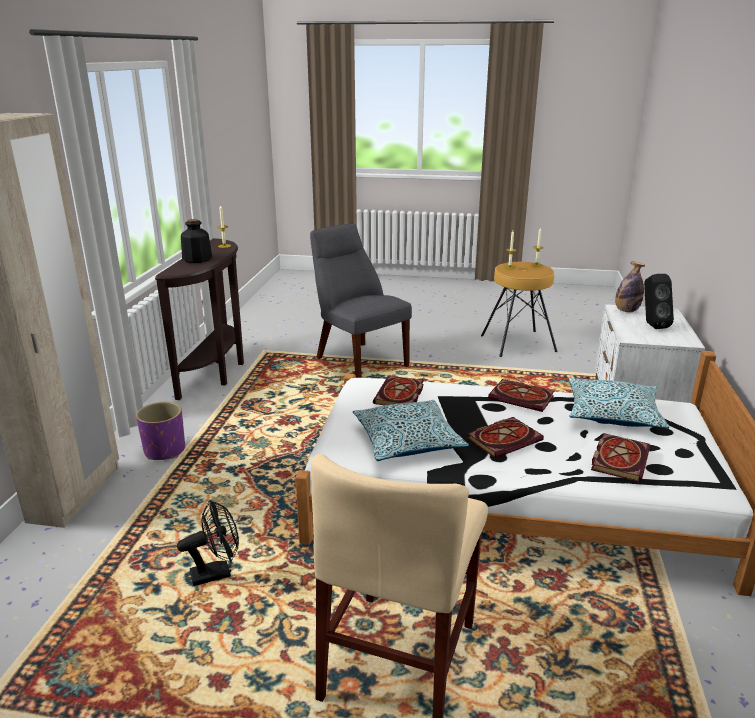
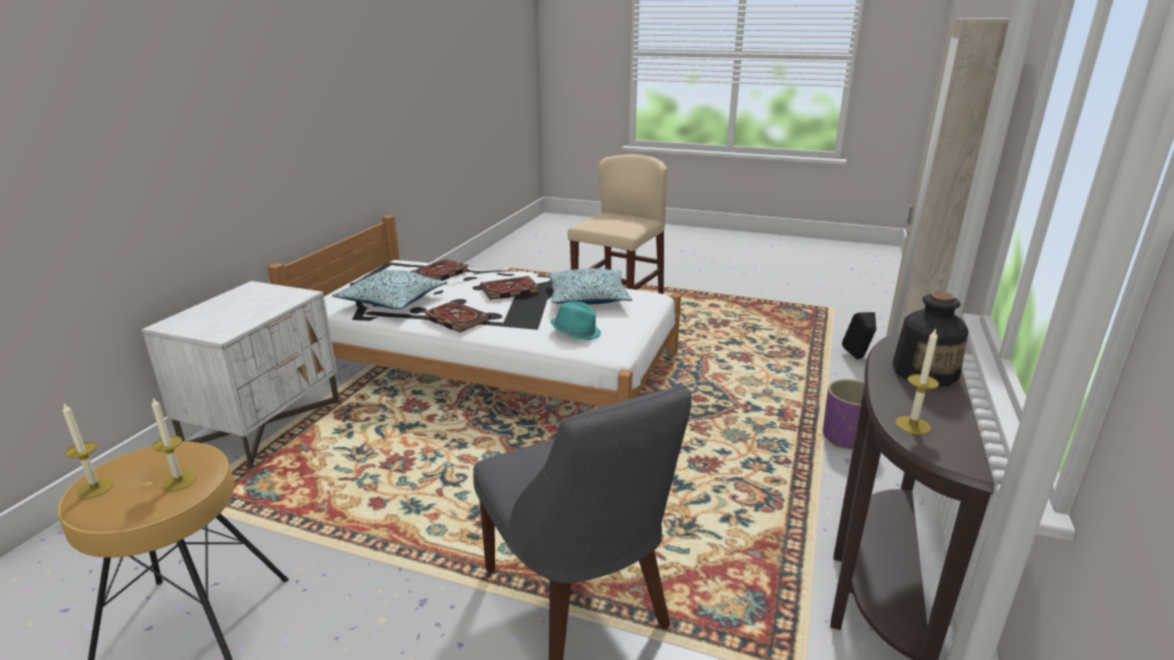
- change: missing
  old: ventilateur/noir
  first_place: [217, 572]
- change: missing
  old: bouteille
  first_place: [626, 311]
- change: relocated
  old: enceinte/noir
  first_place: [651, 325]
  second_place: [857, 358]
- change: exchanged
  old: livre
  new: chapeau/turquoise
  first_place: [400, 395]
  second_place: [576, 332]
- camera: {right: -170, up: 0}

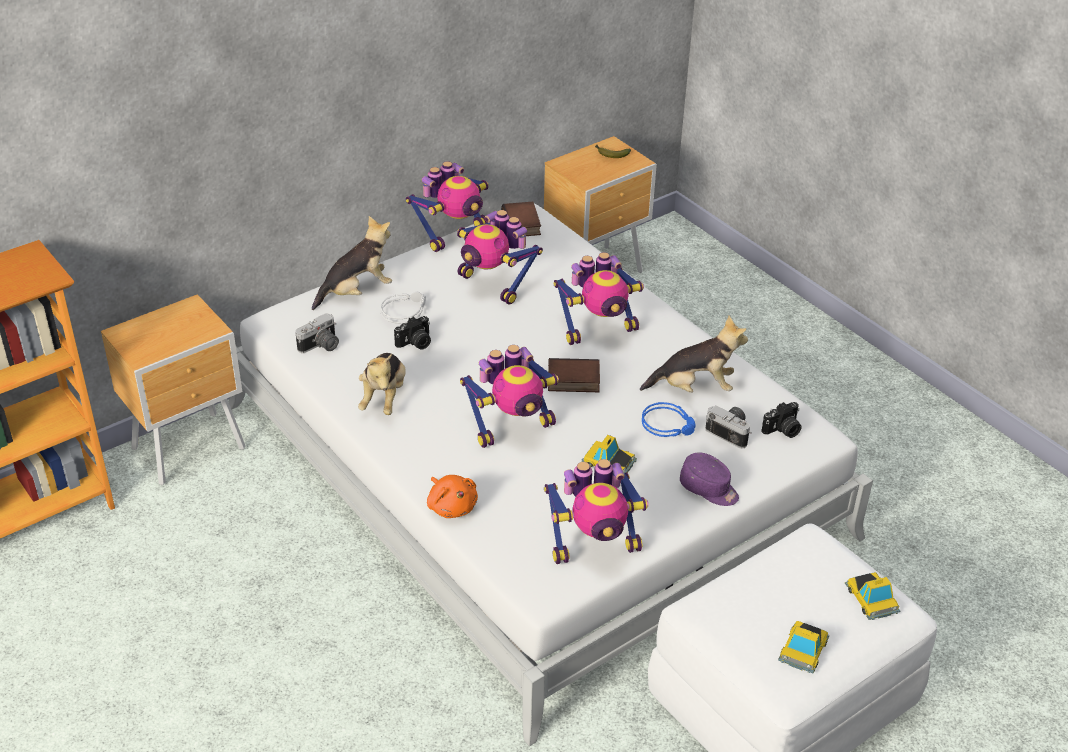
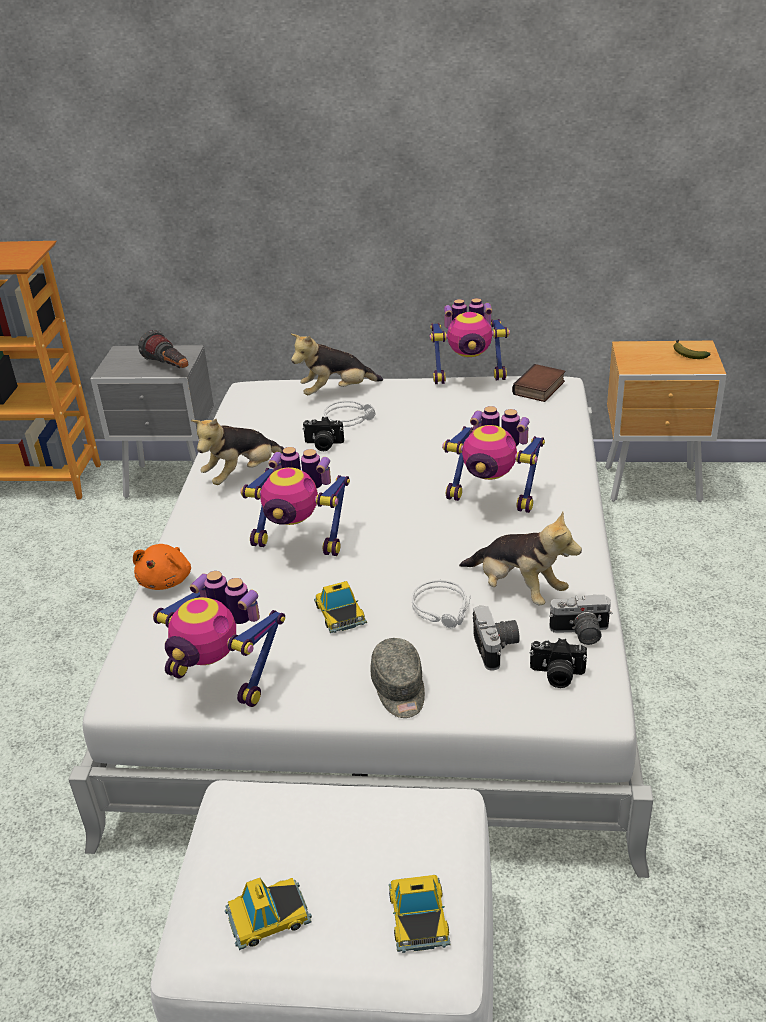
- change: missing
  old: robot jouet
  first_place: [494, 284]
- change: missing
  old: livre
  first_place: [572, 381]
- change: appeared
  new: lampe de poche
  second_place: [169, 368]
- change: relocated
  old: appareil photo
  first_place: [321, 346]
  second_place: [580, 633]
- change: colour
  old: table de chevet/marron
  new: table de chevet/gris
  first_place: [191, 449]
  second_place: [174, 483]
- change: colour
  old: casque audio/bleu
  new: casque audio/gris
  first_place: [668, 424]
  second_place: [444, 609]
- change: colour
  old: casquette/violet
  new: casquette/gris
  first_place: [709, 489]
  second_place: [399, 689]
- change: spun
  old: peluche
  first_place: [357, 292]
  second_place: [336, 392]
  degrees: 150
- change: spun
  old: petite voiture
  first_place: [871, 598]
  second_place: [418, 915]
  degrees: 150
- camera: {right: 45, up: -5}

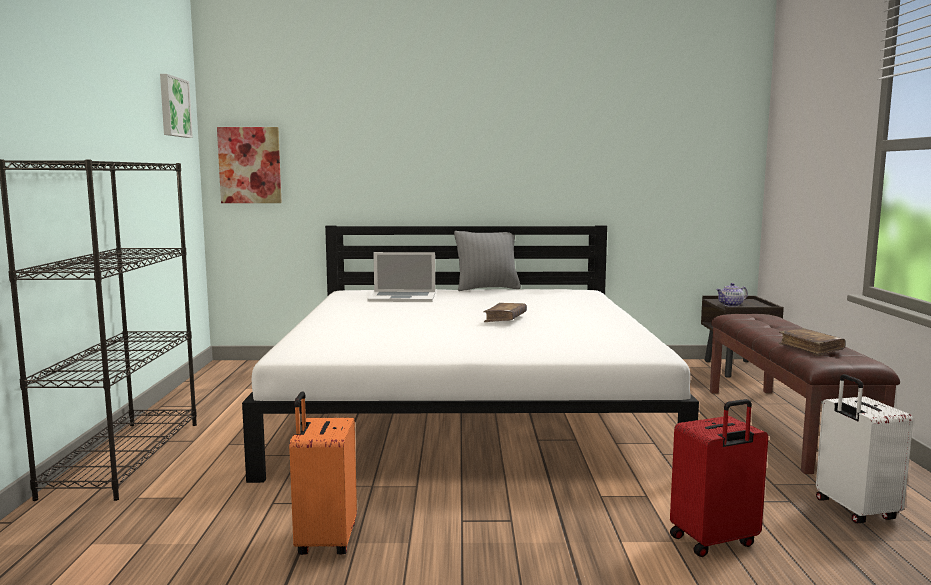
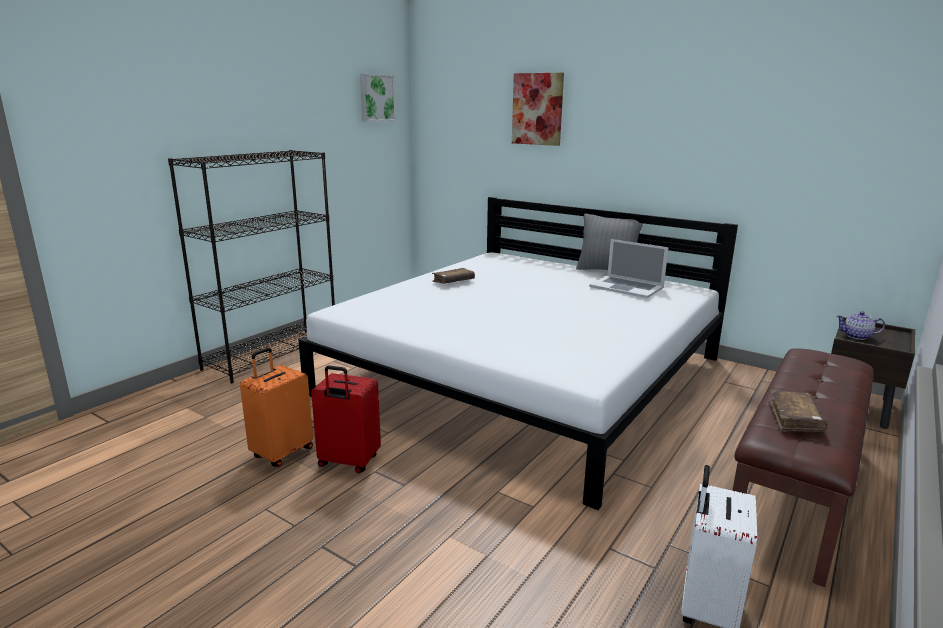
- change: relocated
  old: tableau
  first_place: [250, 165]
  second_place: [537, 109]
- change: relocated
  old: ordinateur portable
  first_place: [402, 297]
  second_place: [626, 287]
- change: relocated
  old: livre/marron
  first_place: [505, 319]
  second_place: [453, 281]
- change: relocated
  old: valise/rouge
  first_place: [714, 542]
  second_place: [348, 462]
- camera: {right: 35, up: 10}

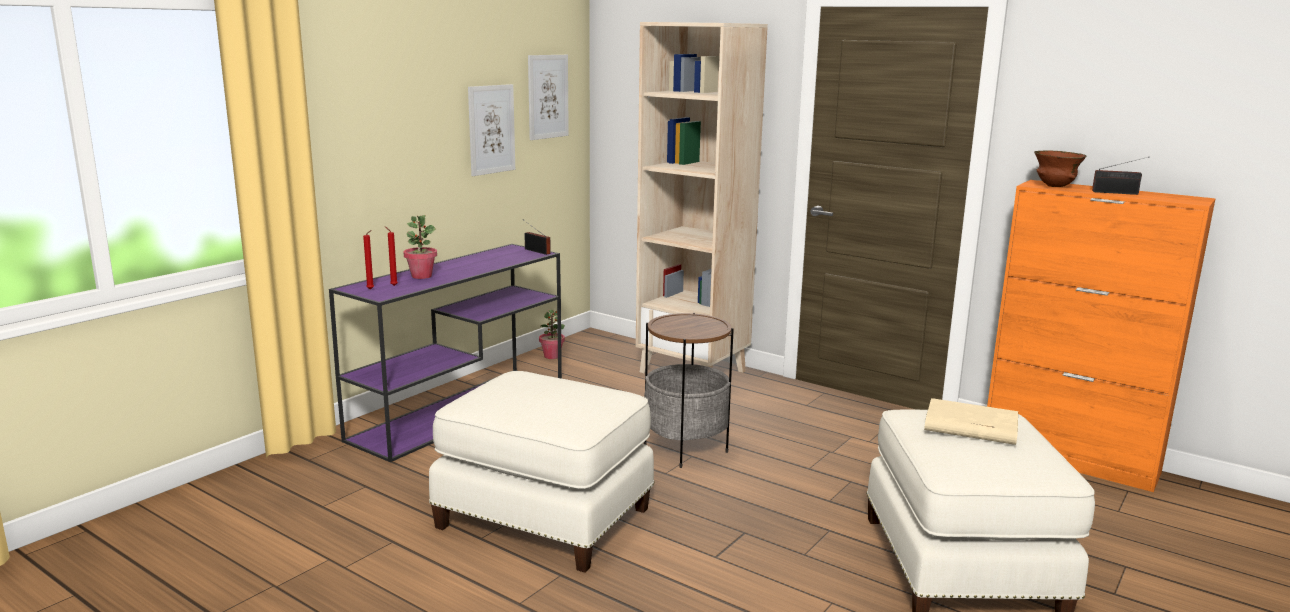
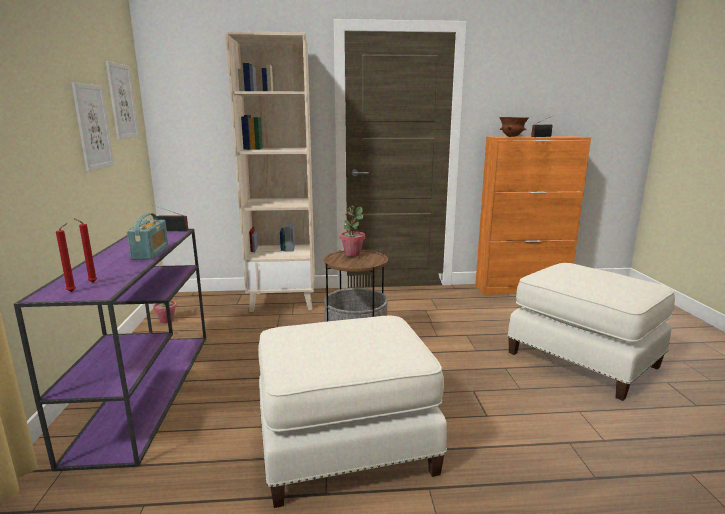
- change: missing
  old: livre/beige
  first_place: [969, 427]
- change: appeared
  new: radio
  second_place: [150, 252]
- change: relocated
  old: plante en pot
  first_place: [421, 276]
  second_place: [352, 254]
- camera: {right: -40, up: 0}

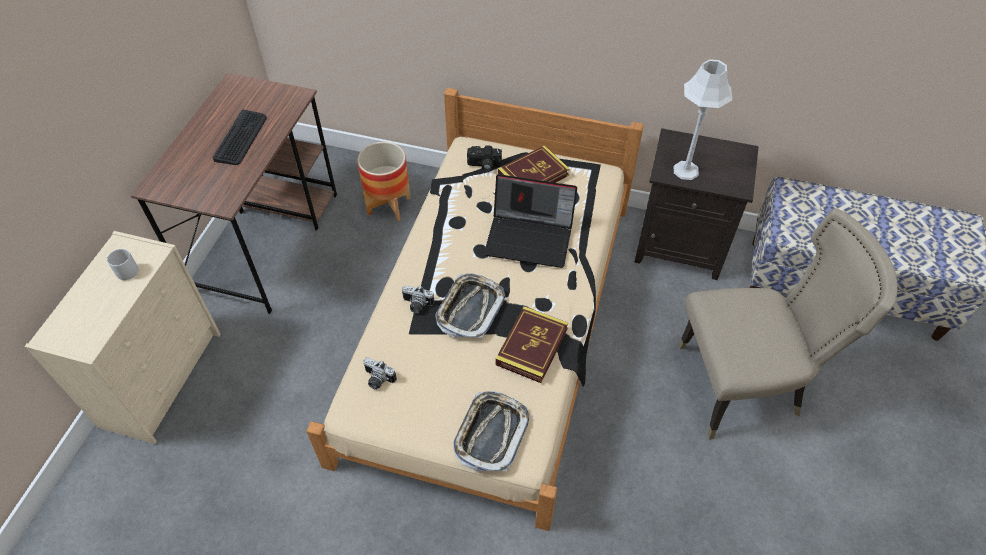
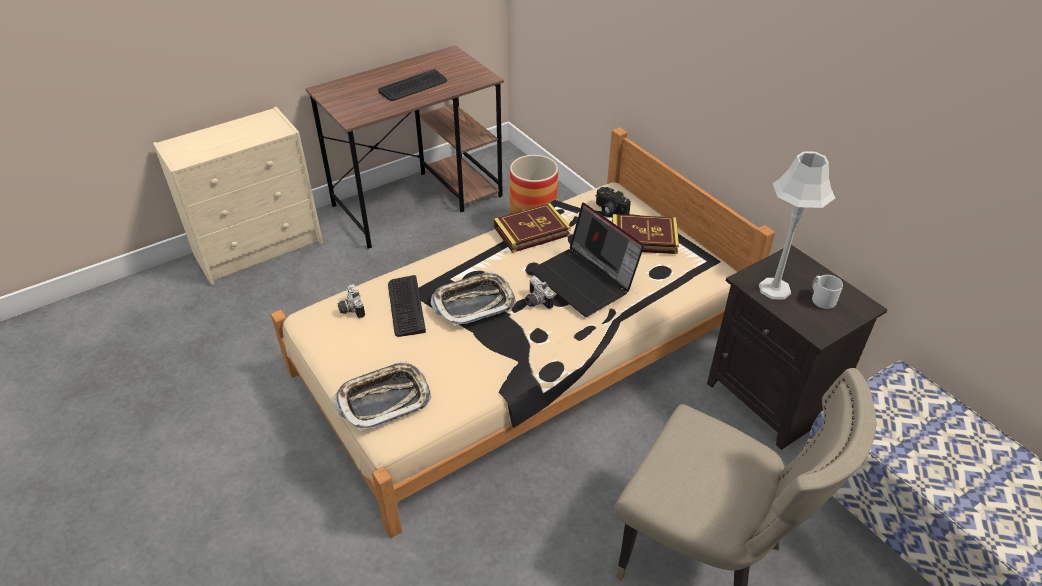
- change: appeared
  new: clavier
  second_place: [406, 306]
- change: relocated
  old: mug/gris
  first_place: [125, 271]
  second_place: [821, 299]
- change: relocated
  old: appareil photo
  first_place: [416, 305]
  second_place: [536, 301]
- change: relocated
  old: livre
  first_place: [532, 346]
  second_place: [531, 231]
- camera: {right: 40, up: -10}

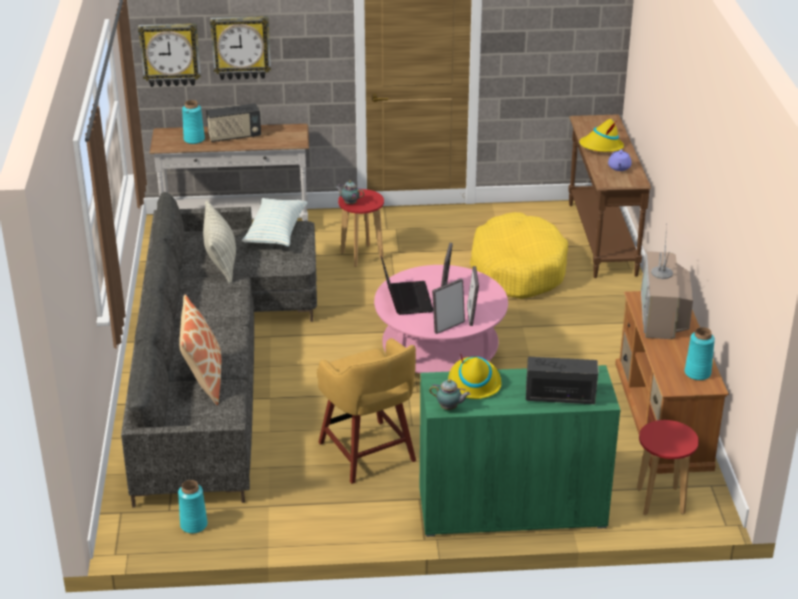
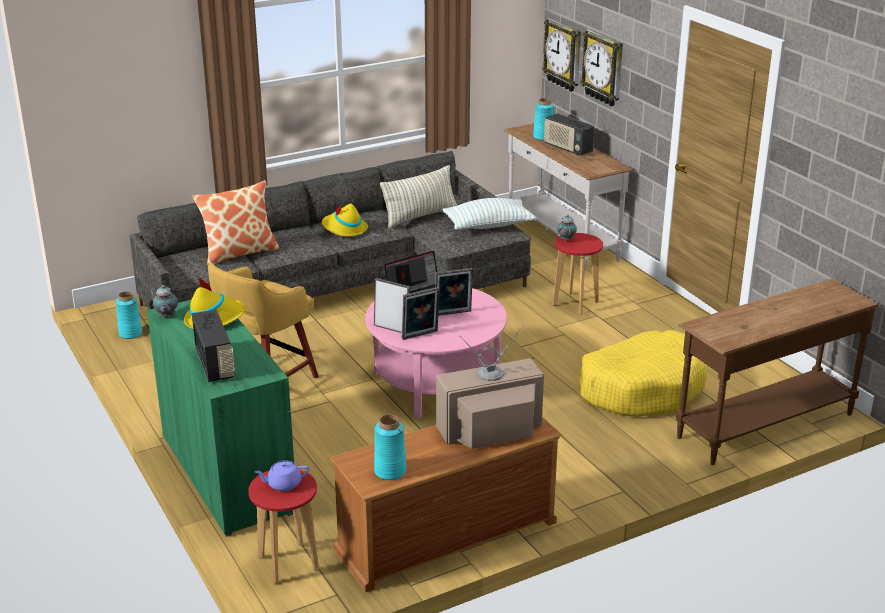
- change: relocated
  old: chapeau/jaune
  first_place: [601, 147]
  second_place: [344, 229]
- change: relocated
  old: théière/violet
  first_place: [619, 168]
  second_place: [283, 484]
- camera: {right: 65, up: -5}

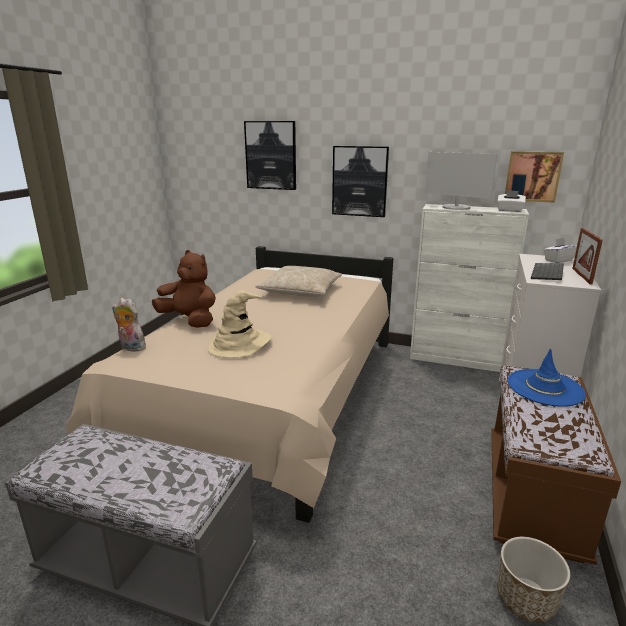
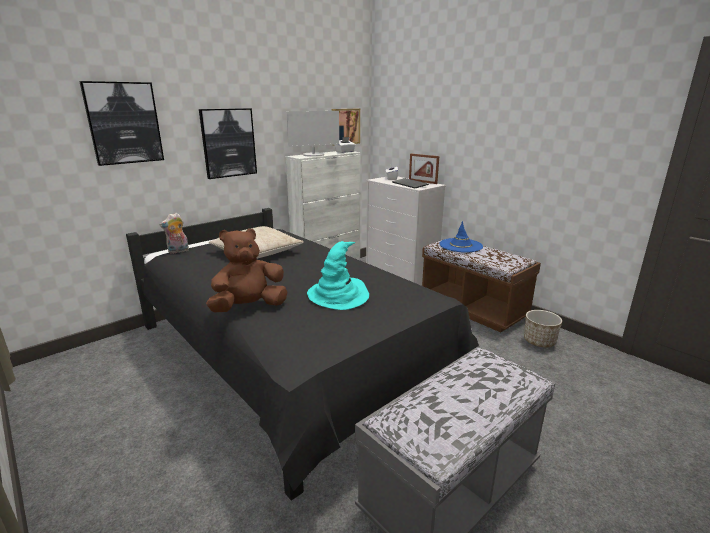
- change: relocated
  old: peluche
  first_place: [131, 348]
  second_place: [178, 251]
- change: colour
  old: lit/beige
  new: lit/noir
  first_place: [272, 400]
  second_place: [286, 360]
- change: colour
  old: chapeau/beige
  new: chapeau/turquoise
  first_place: [239, 344]
  second_place: [338, 295]
- camera: {right: -60, up: 0}

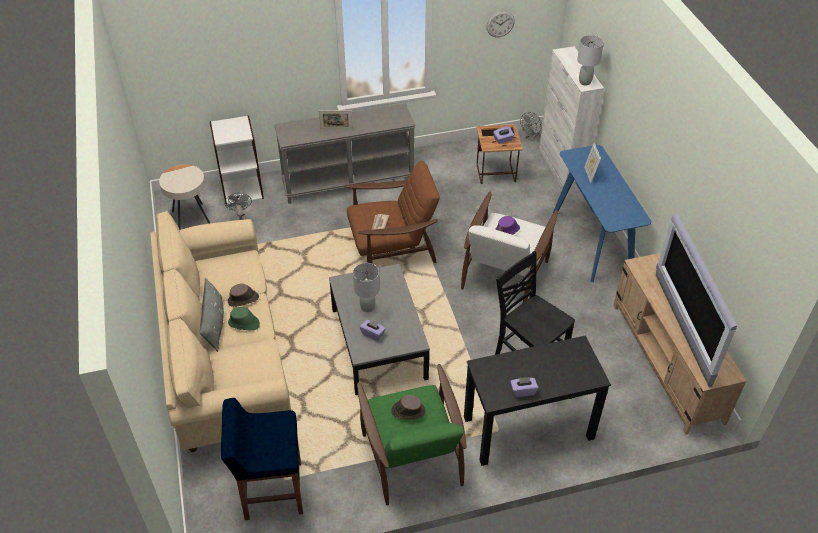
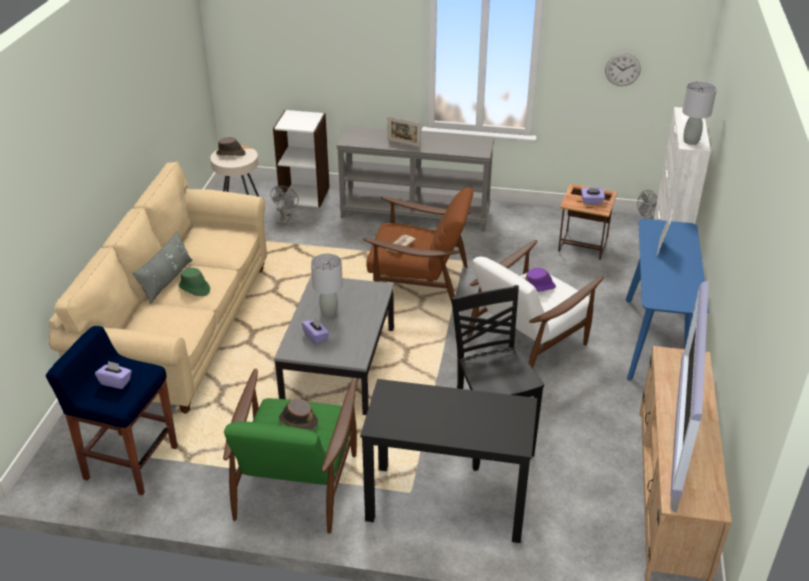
- change: relocated
  old: chapeau/marron
  first_place: [243, 299]
  second_place: [231, 154]
- change: relocated
  old: boîte à mouchoirs/violet
  first_place: [523, 391]
  second_place: [116, 382]
- camera: {right: 25, up: -10}

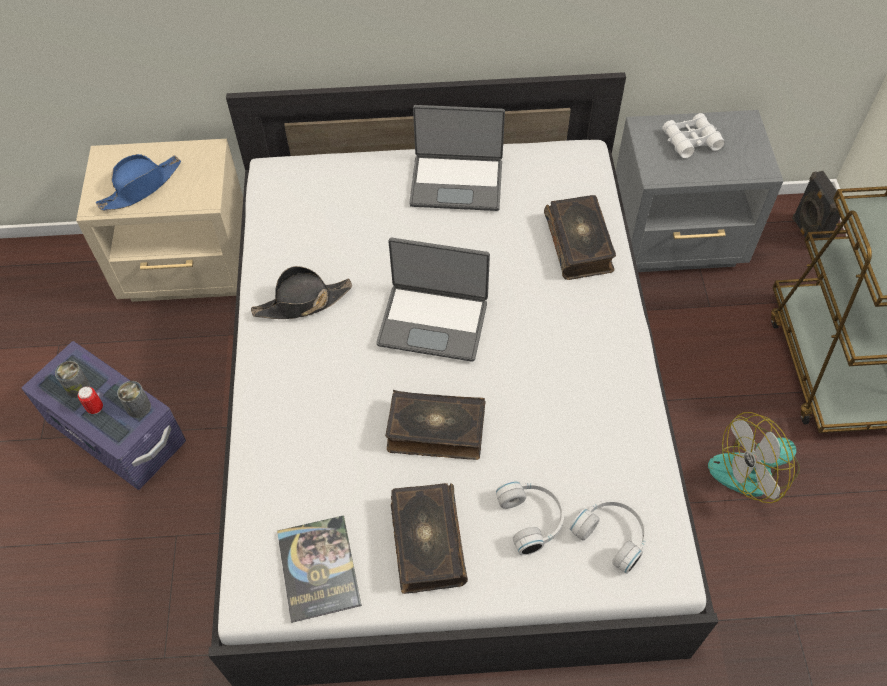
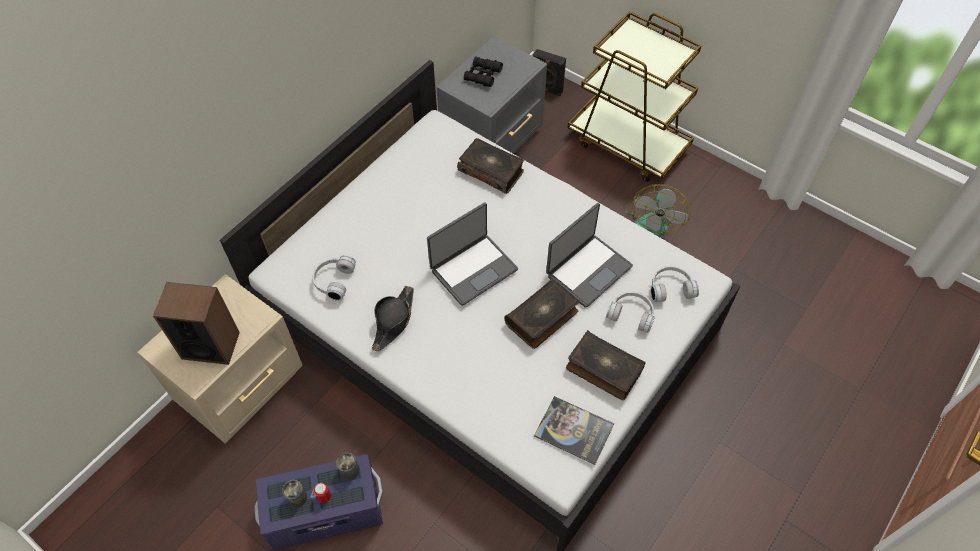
- change: appeared
  new: casque audio/blanc
  second_place: [333, 281]
- change: relocated
  old: ordinateur portable
  first_place: [457, 182]
  second_place: [588, 270]
- change: exchanged
  old: chapeau/bleu
  new: enceinte
  first_place: [141, 187]
  second_place: [210, 345]
- change: colour
  old: jumelles/blanc
  new: jumelles/noir
  first_place: [691, 141]
  second_place: [483, 75]
- camera: {right: -50, up: 0}

